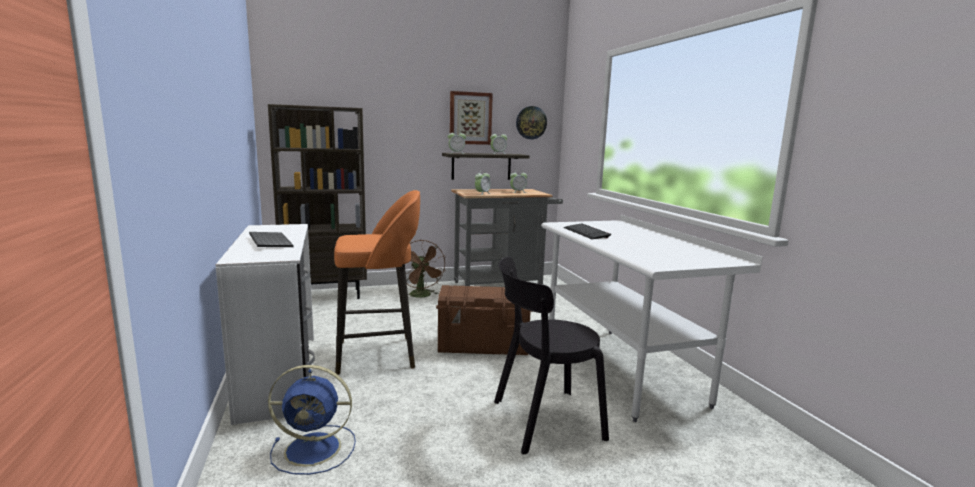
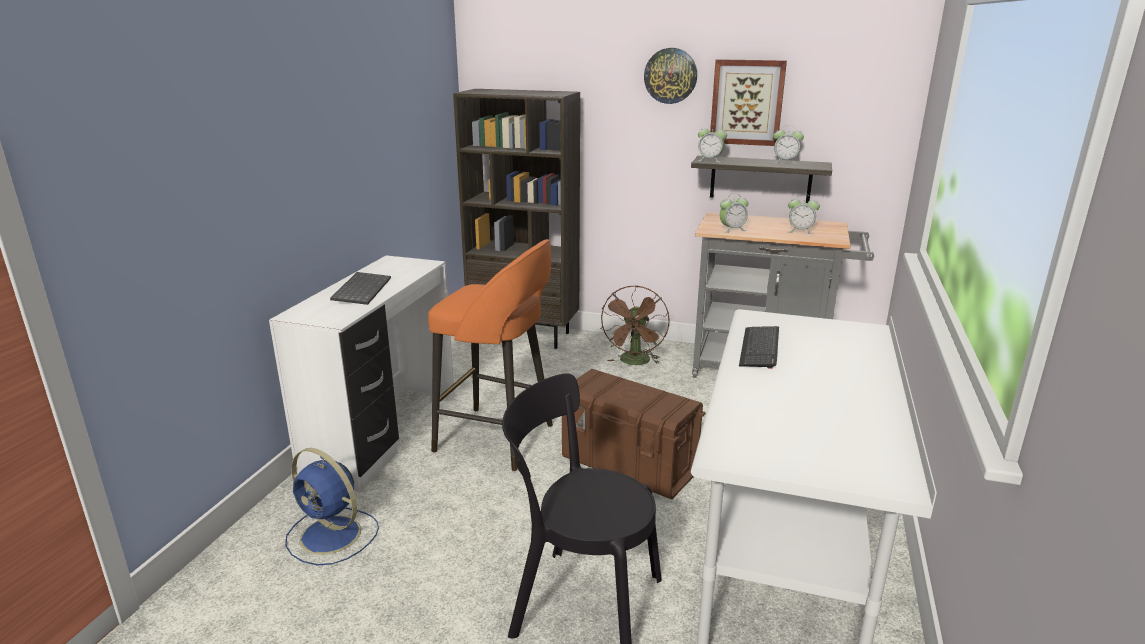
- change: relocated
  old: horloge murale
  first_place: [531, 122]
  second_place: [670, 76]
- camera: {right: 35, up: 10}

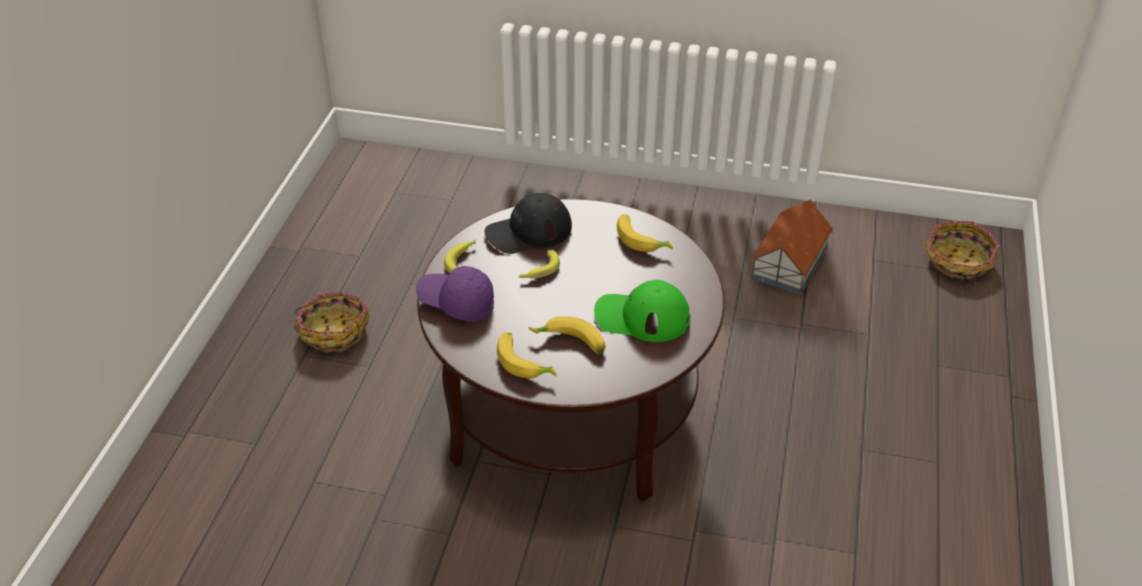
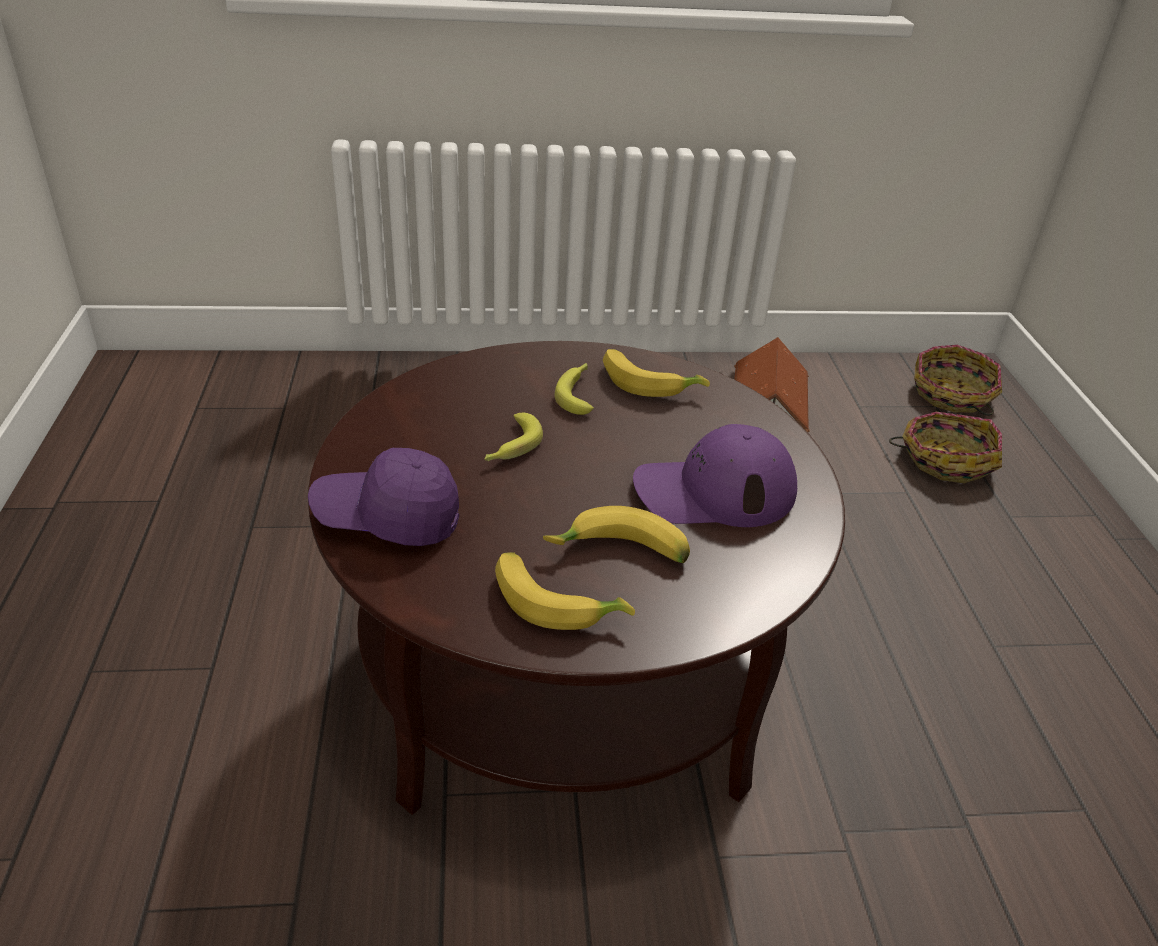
- change: missing
  old: casquette/noir
  first_place: [528, 231]
- change: relocated
  old: panier
  first_place: [334, 331]
  second_place: [945, 459]
- change: relocated
  old: banane
  first_place: [462, 259]
  second_place: [578, 393]
- change: colour
  old: casquette/vert
  new: casquette/violet
  first_place: [642, 317]
  second_place: [713, 491]
- camera: {right: -20, up: -5}

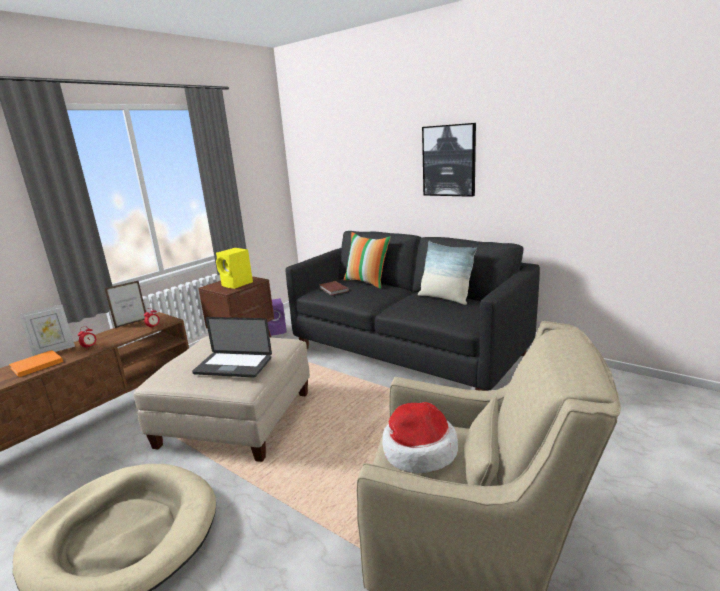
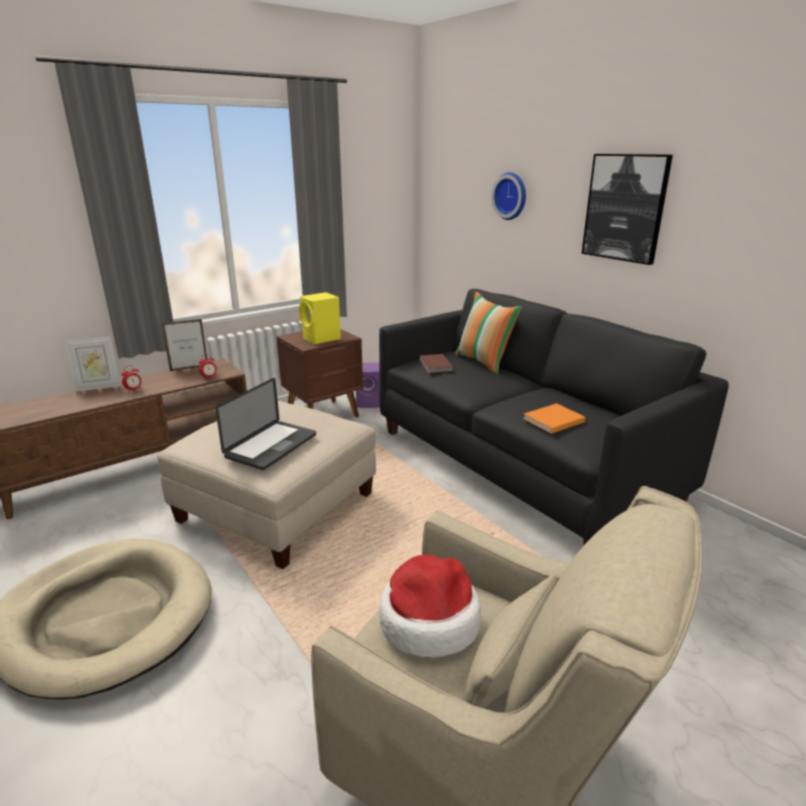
- change: missing
  old: coussin
  first_place: [445, 298]
- change: appeared
  new: horloge murale
  second_place: [511, 196]
- change: relocated
  old: livre/orange
  first_place: [35, 365]
  second_place: [552, 420]
- change: spun
  old: ordinateur portable
  first_place: [233, 366]
  second_place: [271, 446]
  degrees: -90
- camera: {right: 15, up: 5}

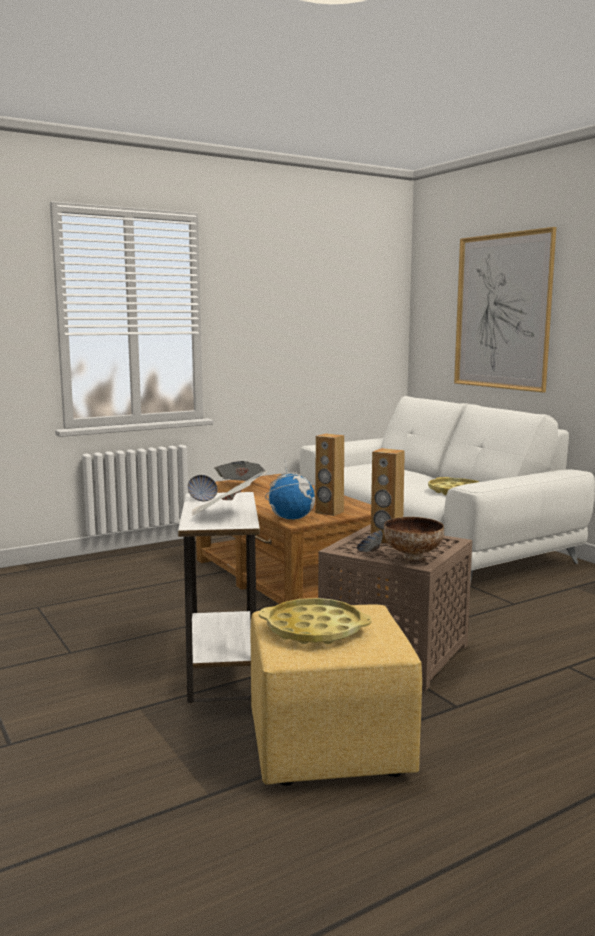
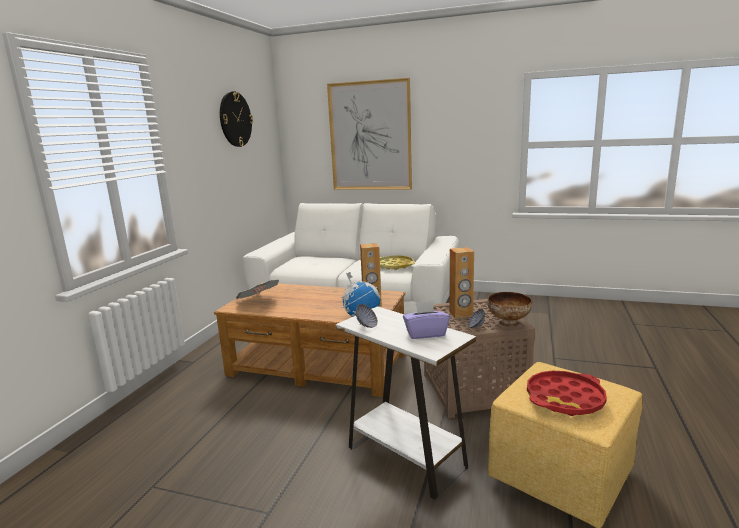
- change: appeared
  new: horloge murale
  second_place: [235, 119]
- change: exchanged
  old: journal
  new: boîte à mouchoirs/violet
  first_place: [226, 515]
  second_place: [425, 333]
- change: colour
  old: plateau/jaune
  new: plateau/rouge
  first_place: [314, 629]
  second_place: [565, 399]
- camera: {right: -40, up: 5}

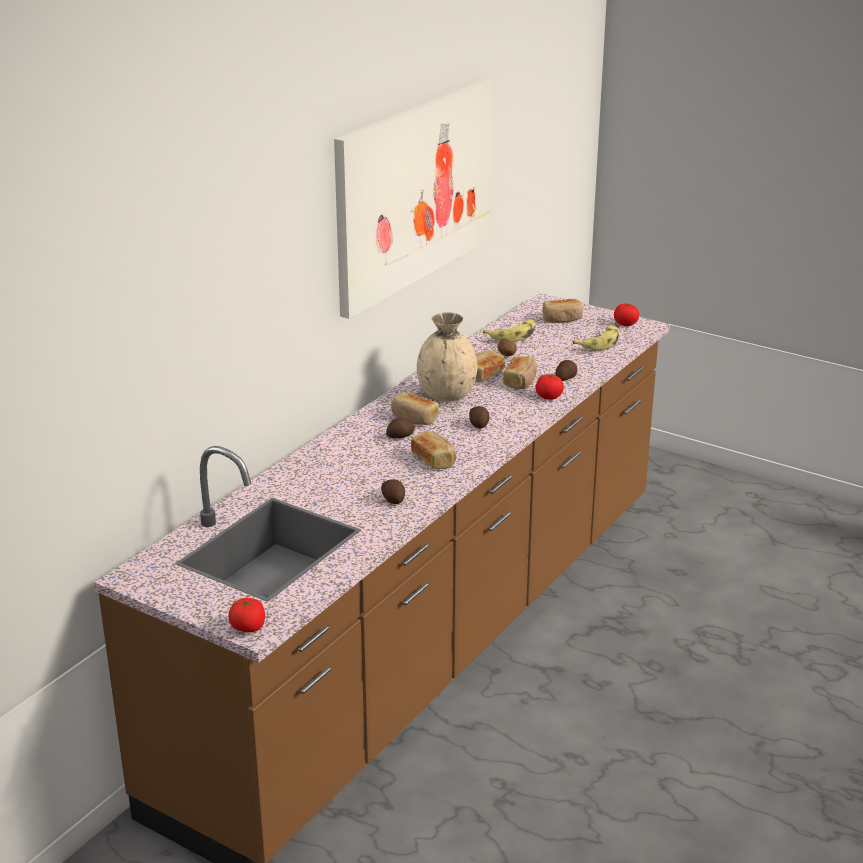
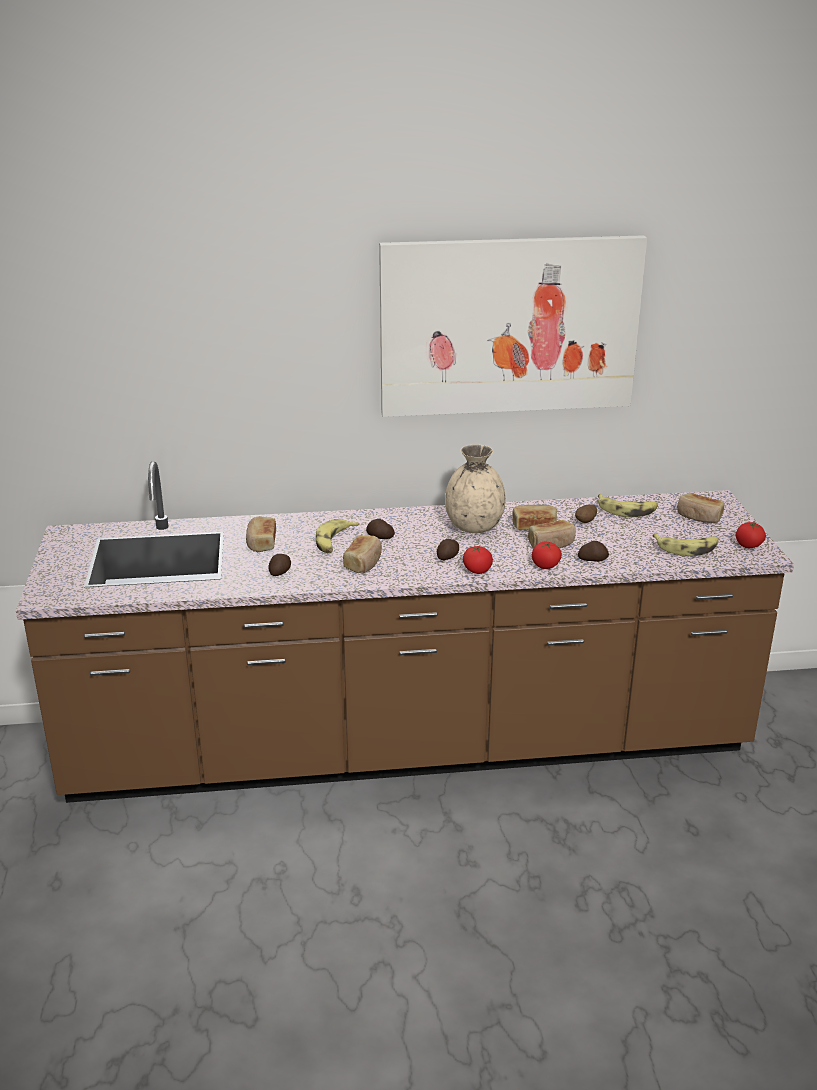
- change: appeared
  new: banane
  second_place: [334, 542]
- change: relocated
  old: tomate
  first_place: [248, 627]
  second_place: [477, 570]
- change: relocated
  old: pain
  first_place: [414, 418]
  second_place: [261, 543]
- camera: {right: 50, up: 0}

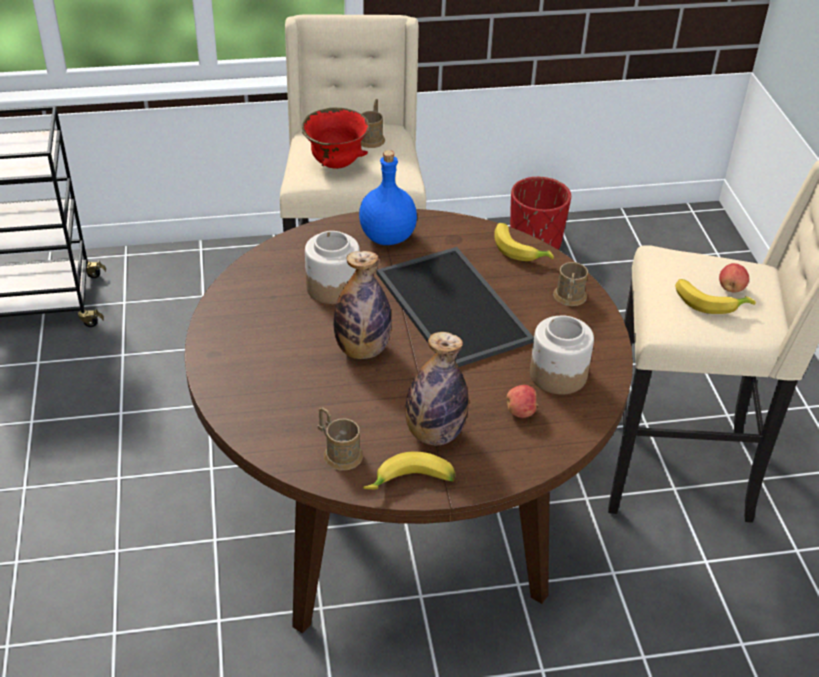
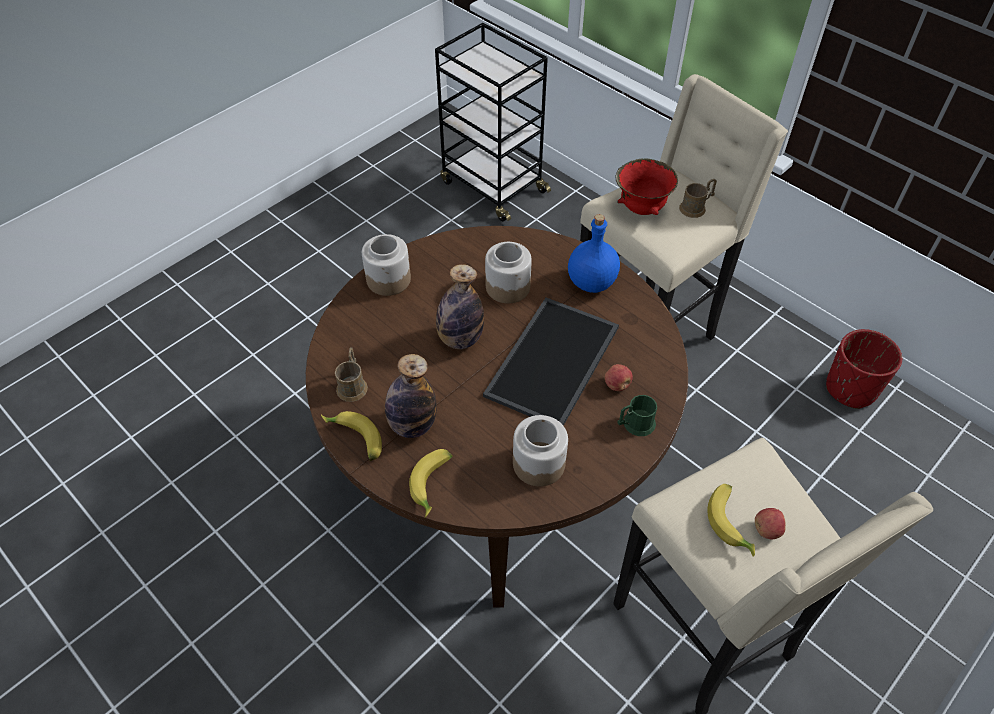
- change: appeared
  new: bocal
  second_place: [389, 279]
- change: relocated
  old: banane
  first_place: [520, 249]
  second_place: [433, 485]
- change: relocated
  old: pomme
  first_place: [521, 412]
  second_place: [617, 385]
- change: colour
  old: mug/marron
  new: mug/vert
  first_place: [569, 298]
  second_place: [635, 424]
- camera: {right: 55, up: 10}

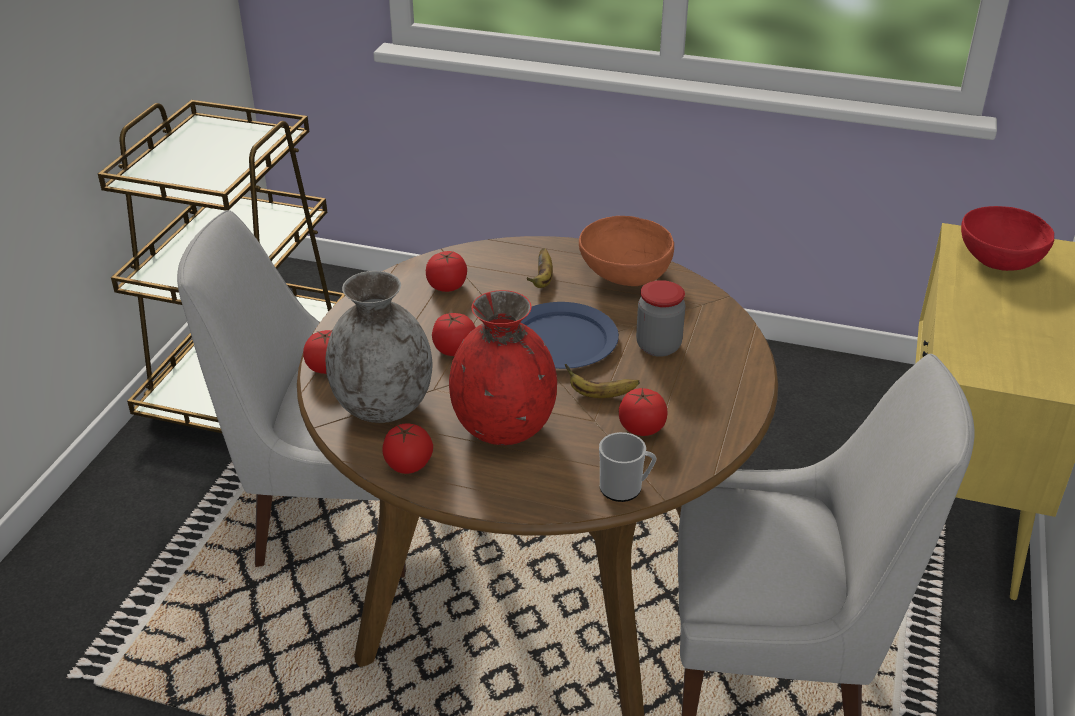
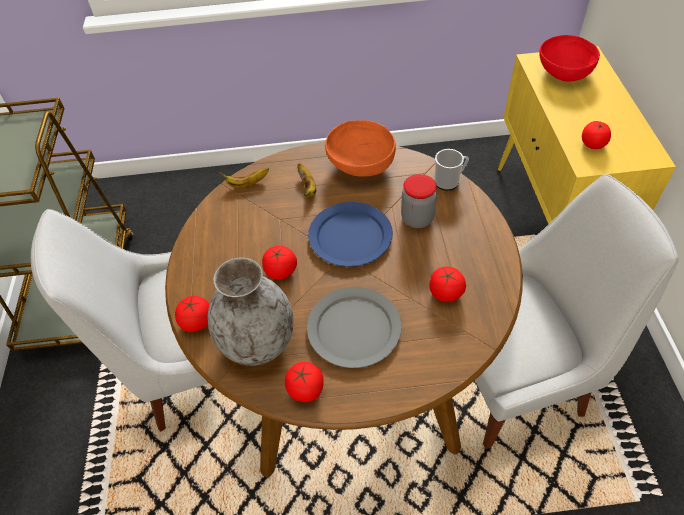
- change: relocated
  old: tomate
  first_place: [447, 286]
  second_place: [593, 144]
- change: relocated
  old: banane
  first_place: [600, 395]
  second_place: [247, 183]
- change: relocated
  old: mug
  first_place: [625, 488]
  second_place: [449, 181]
- change: exchanged
  old: vase/rouge
  new: assiette/gris
  first_place: [504, 427]
  second_place: [354, 328]
- camera: {right: -20, up: 15}

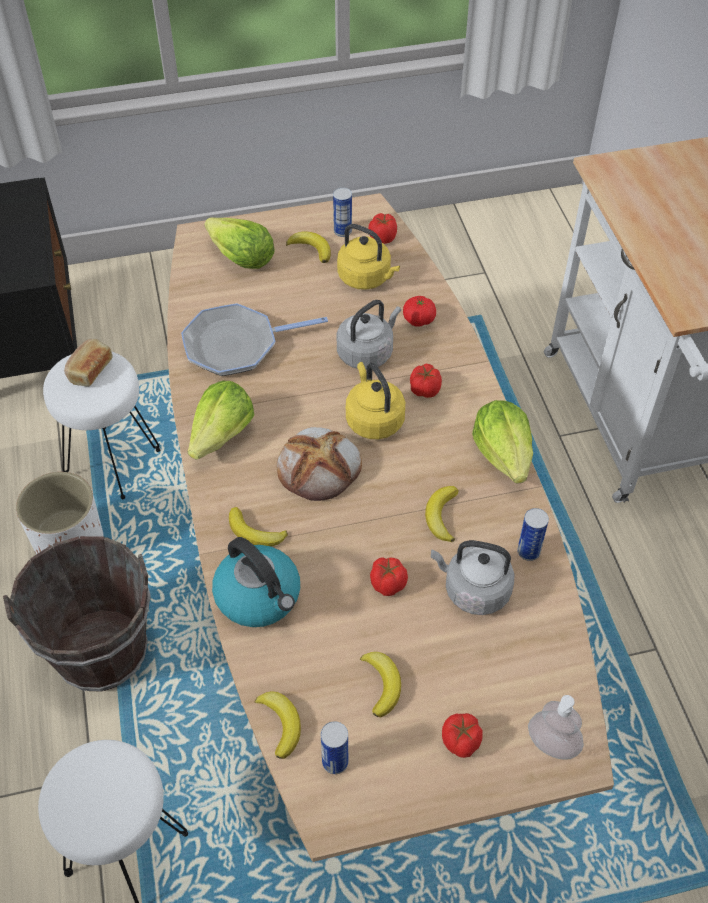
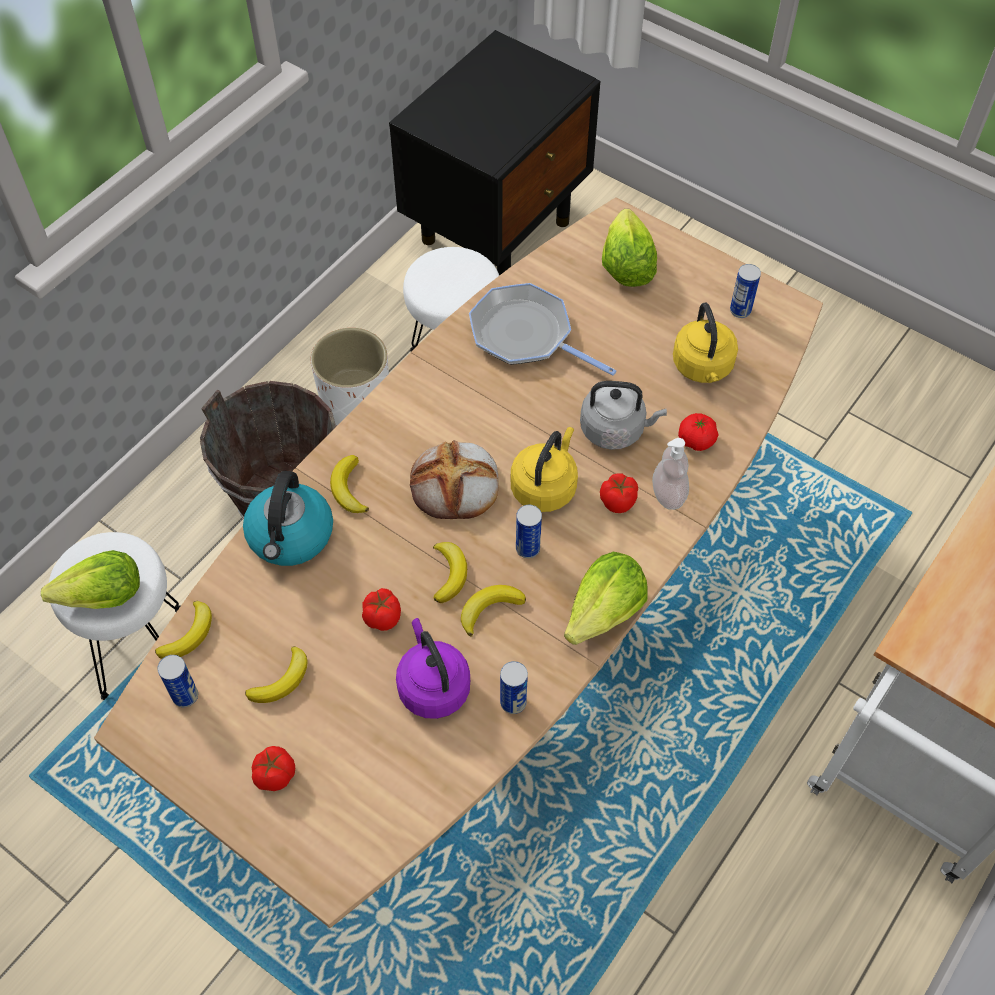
- change: missing
  old: pain
  first_place: [89, 370]
- change: missing
  old: tomate
  first_place: [383, 237]
- change: appeared
  new: boîte métallique
  second_place: [527, 548]
- change: relocated
  old: laitue
  first_place: [222, 435]
  second_place: [102, 597]
- change: relocated
  old: banane
  first_place: [311, 249]
  second_place: [449, 573]
- change: relocated
  old: distributeur de savon
  first_place: [552, 743]
  second_place: [668, 494]
- change: colour
  old: bouilloire/gris
  new: bouilloire/violet
  first_place: [473, 590]
  second_place: [432, 686]
- camera: {right: 50, up: 5}

